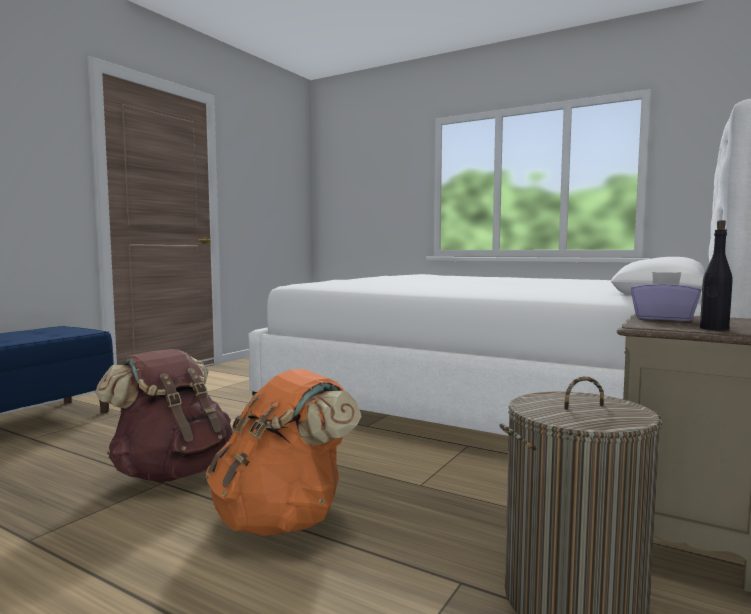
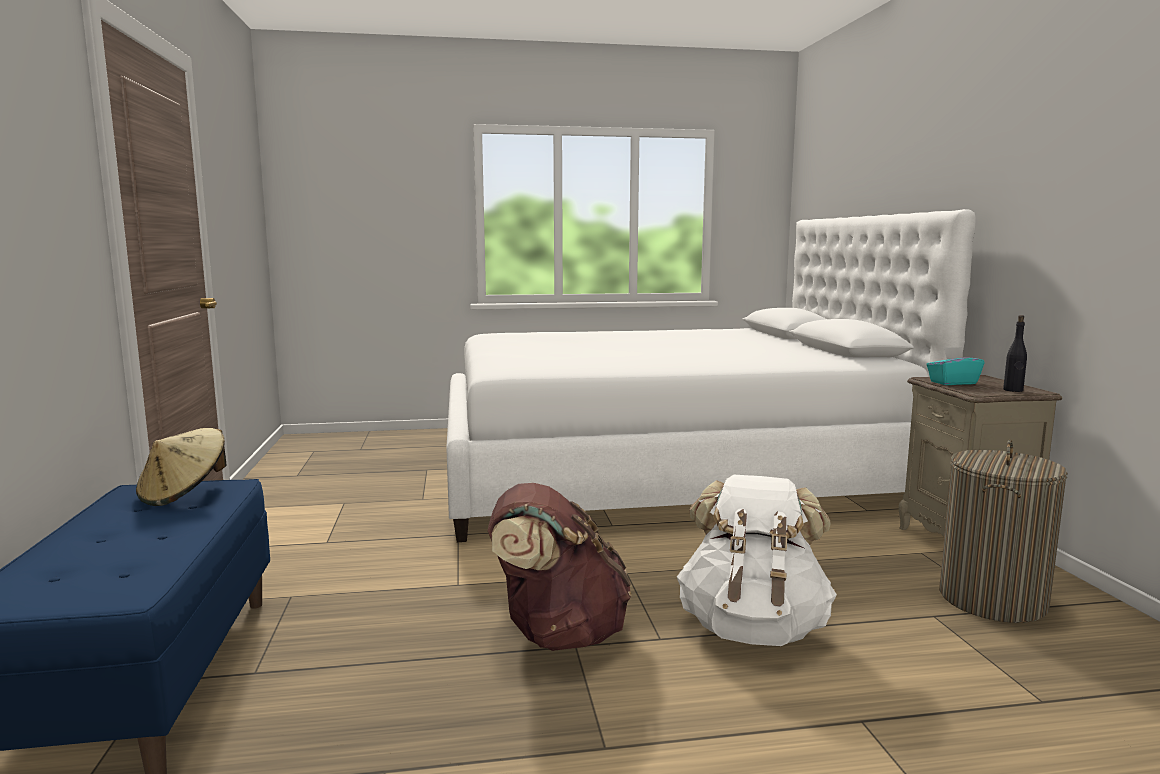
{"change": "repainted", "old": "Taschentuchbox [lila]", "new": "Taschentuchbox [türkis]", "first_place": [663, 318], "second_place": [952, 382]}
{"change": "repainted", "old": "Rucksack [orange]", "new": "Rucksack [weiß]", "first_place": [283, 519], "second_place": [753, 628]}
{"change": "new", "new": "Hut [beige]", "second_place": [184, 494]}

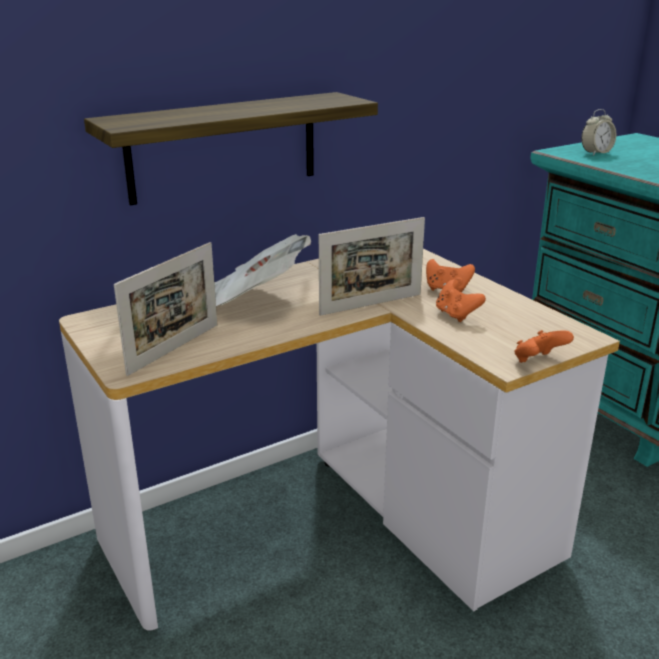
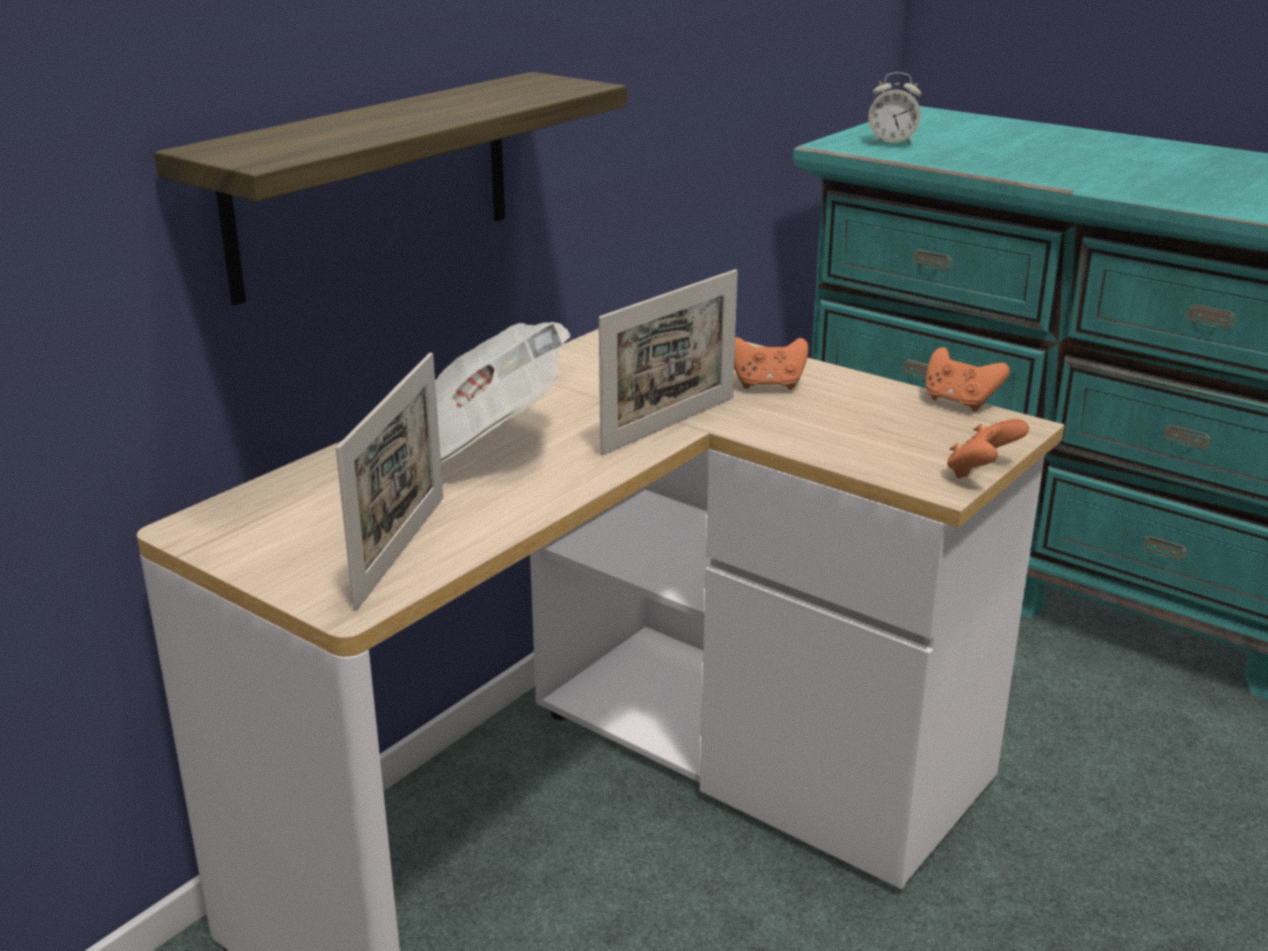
{"change": "rotated", "old": "Wecker", "first_place": [596, 153], "second_place": [892, 142], "degrees": 60}
{"change": "shifted", "old": "Gamepad [orange]", "first_place": [456, 315], "second_place": [959, 402]}

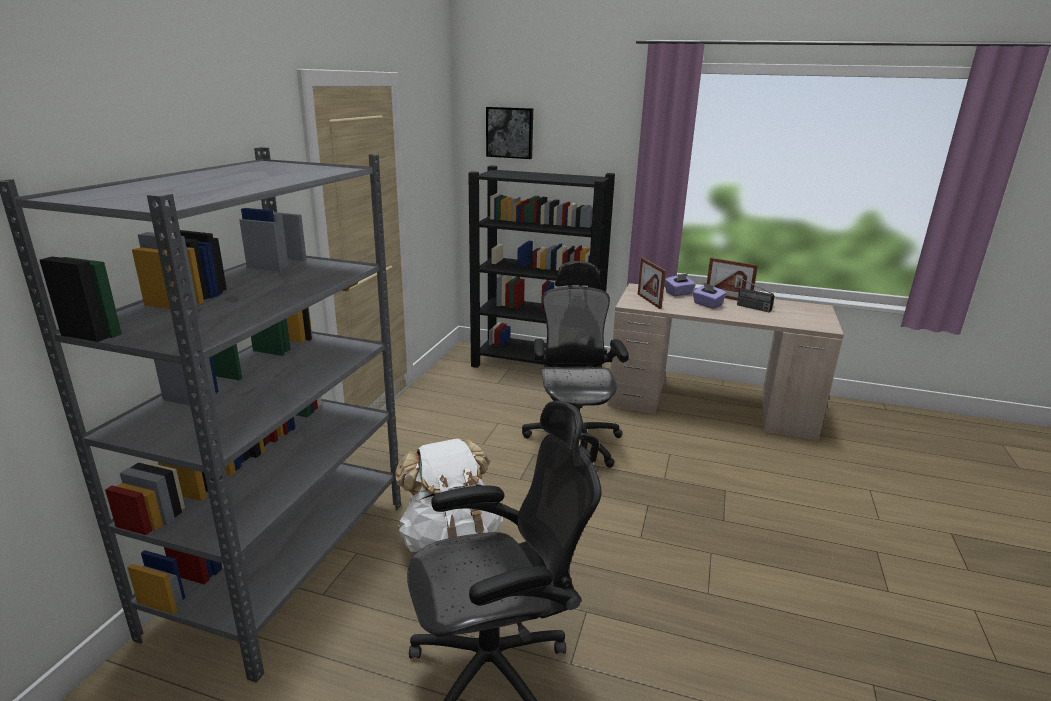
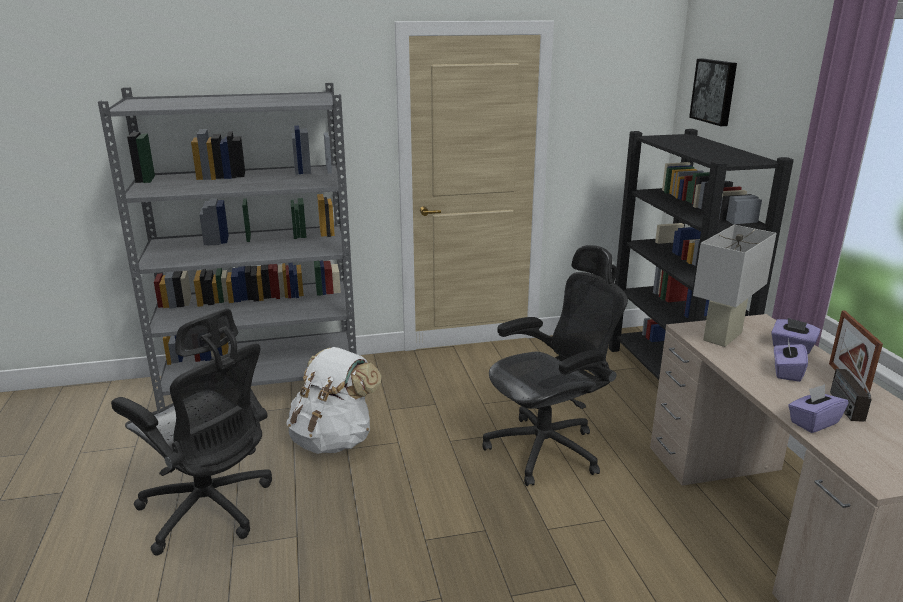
{"change": "swapped", "old": "Bilderrahmen", "new": "Tischlampe [weiß]", "first_place": [649, 301], "second_place": [722, 336]}
{"change": "new", "new": "Taschentuchbox [lila]", "second_place": [813, 422]}

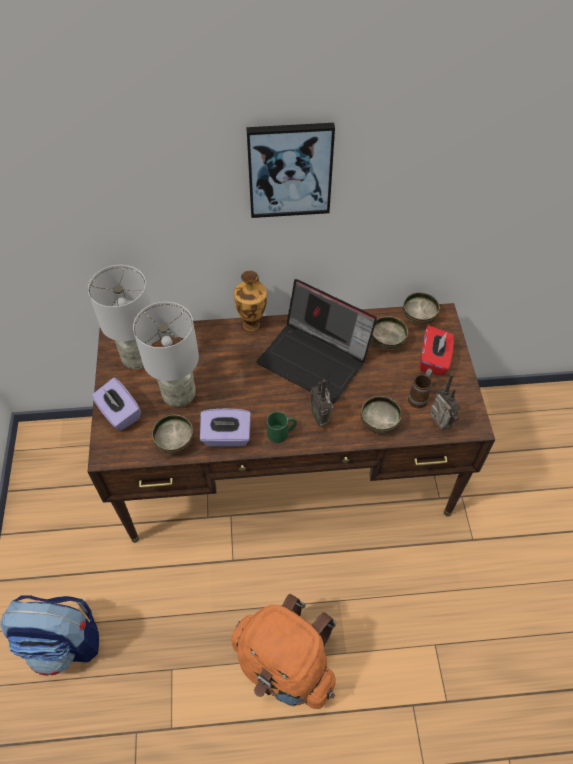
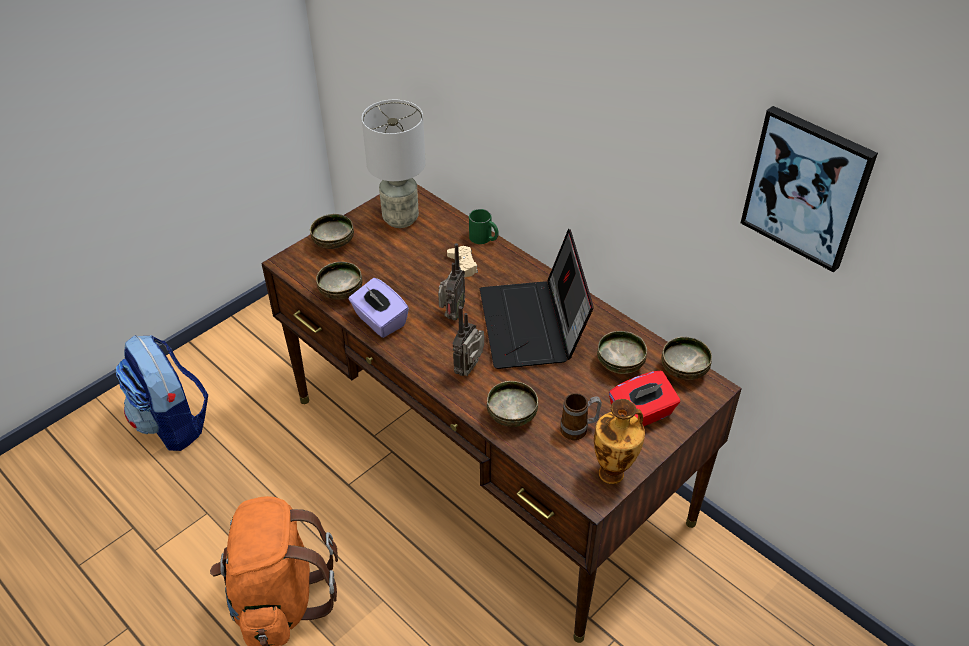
{"change": "shifted", "old": "Bild", "first_place": [290, 170], "second_place": [807, 188]}
{"change": "shifted", "old": "Vase", "first_place": [252, 324], "second_place": [613, 474]}
{"change": "gone", "old": "Tischlampe [grau]", "first_place": [179, 396]}
{"change": "shifted", "old": "Radio", "first_place": [438, 425], "second_place": [451, 315]}
{"change": "swapped", "old": "Taschentuchbox [lila]", "new": "Schüssel", "first_place": [119, 413], "second_place": [334, 244]}
{"change": "shifted", "old": "Henkelbecher [grün]", "first_place": [282, 432], "second_place": [484, 238]}
{"change": "new", "new": "Gamepad [beige]", "second_place": [462, 266]}

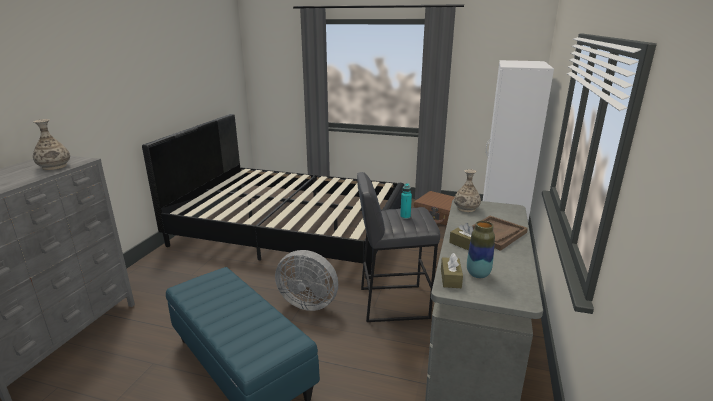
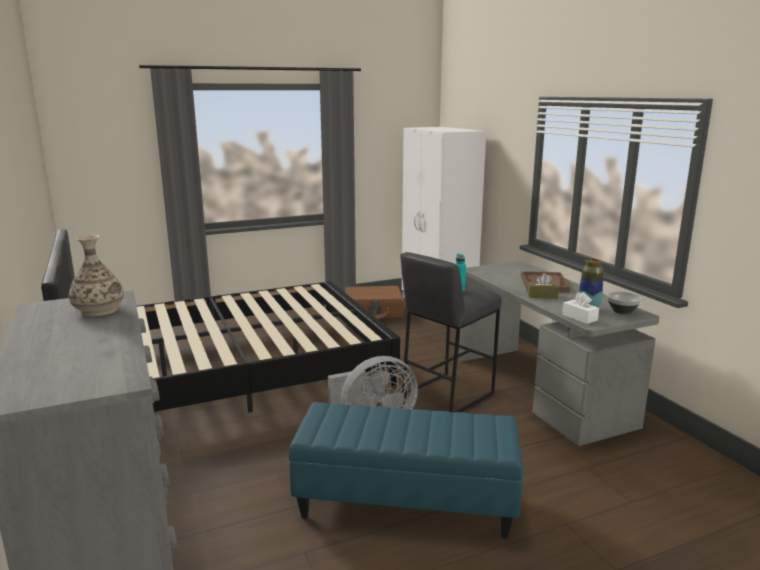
{"change": "gone", "old": "Vase", "first_place": [466, 208]}
{"change": "repainted", "old": "Taschentuchbox [braun]", "new": "Taschentuchbox [weiß]", "first_place": [450, 278], "second_place": [579, 317]}
{"change": "new", "new": "Schüssel", "second_place": [622, 311]}

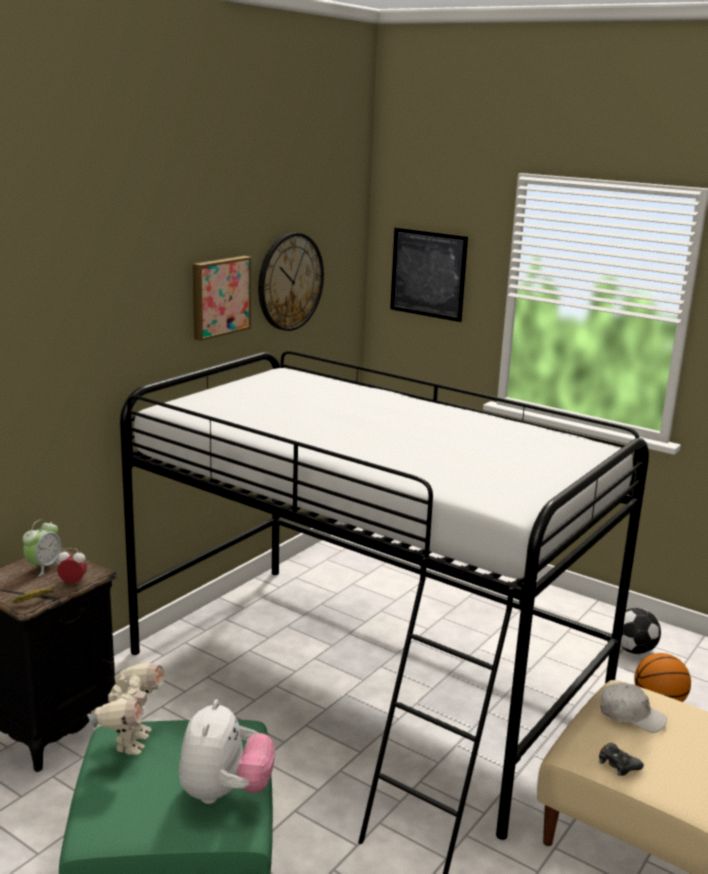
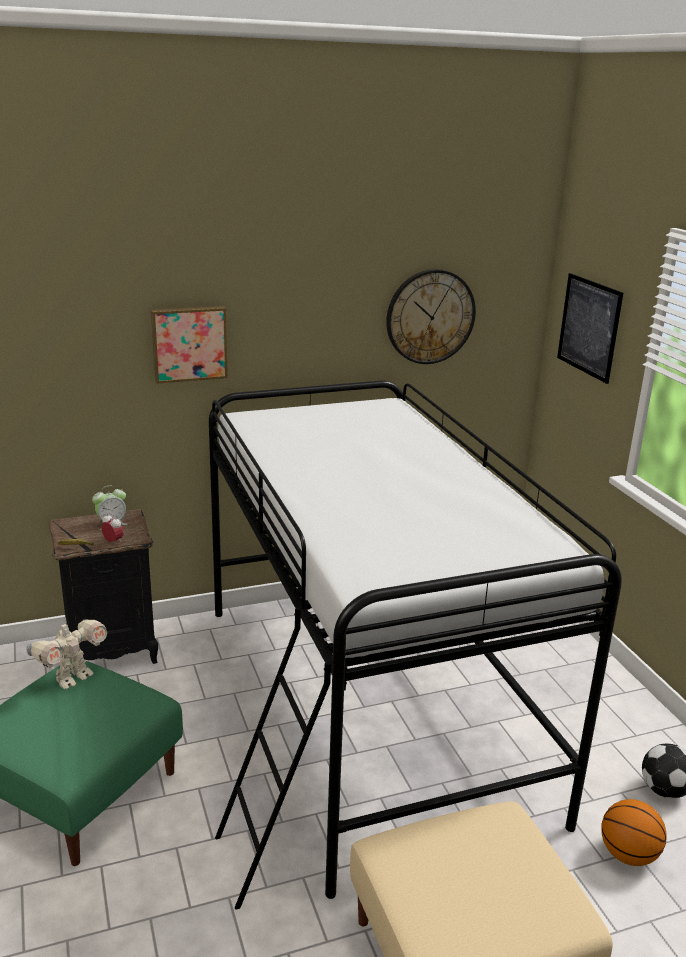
{"change": "shifted", "old": "Bild", "first_place": [219, 296], "second_place": [189, 343]}
{"change": "gone", "old": "Kappe [weiß]", "first_place": [630, 715]}
{"change": "gone", "old": "Plüschtier", "first_place": [225, 793]}
{"change": "gone", "old": "Gamepad [schwarz]", "first_place": [618, 764]}

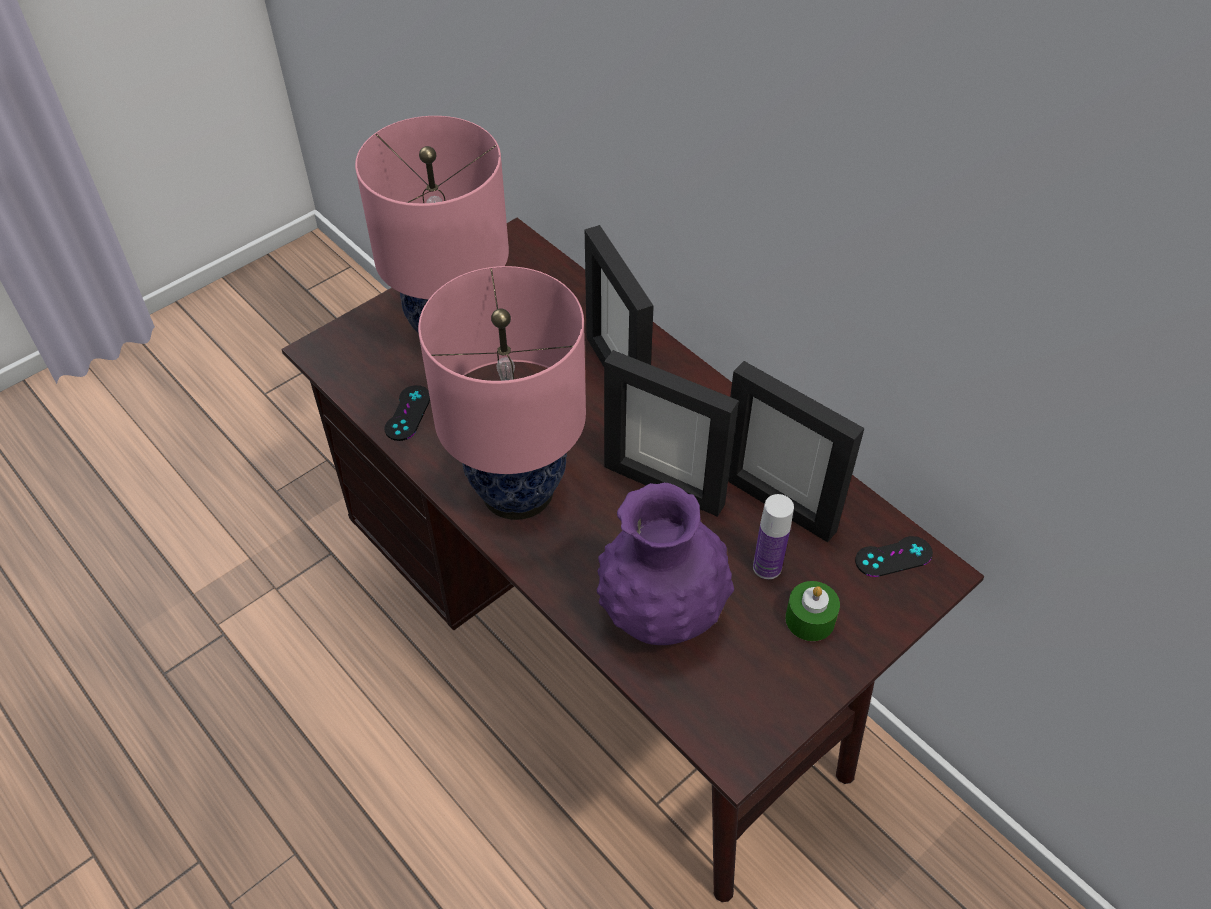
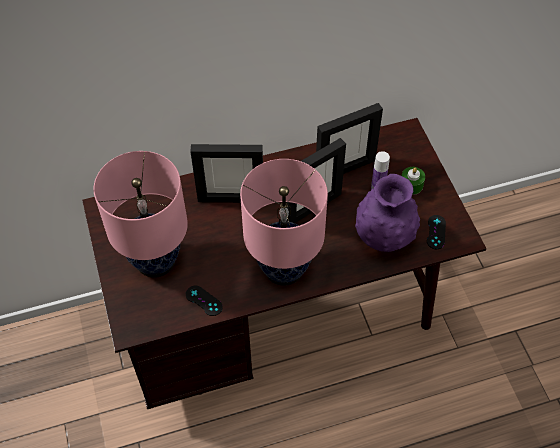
{"change": "shifted", "old": "Gamepad [schwarz]", "first_place": [893, 557], "second_place": [436, 232]}

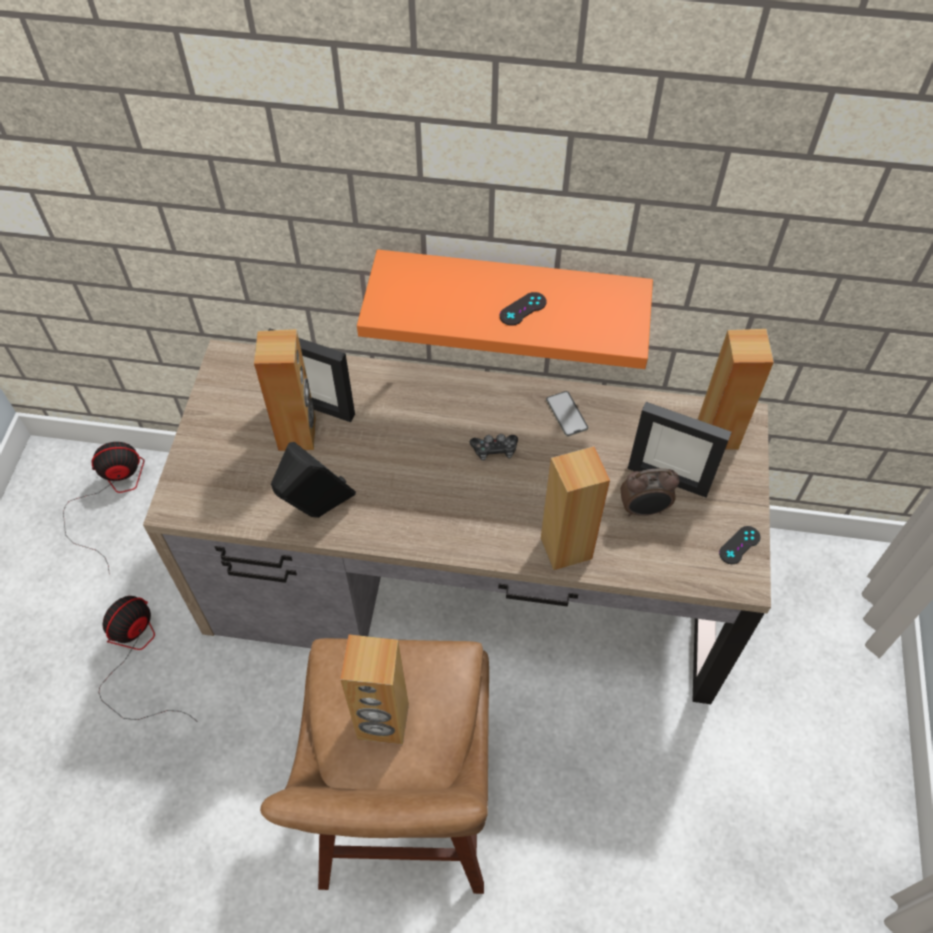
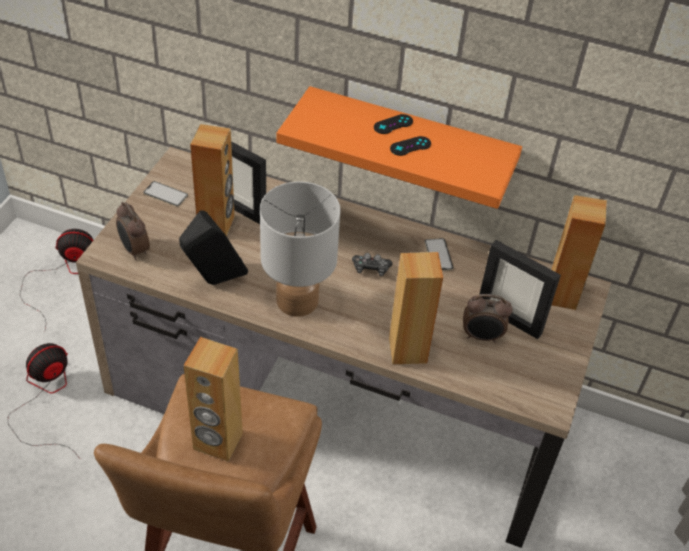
{"change": "shifted", "old": "Gamepad [schwarz]", "first_place": [739, 545], "second_place": [393, 124]}
{"change": "new", "new": "Handy", "second_place": [165, 194]}
{"change": "new", "new": "Tischlampe [grau]", "second_place": [297, 300]}
{"change": "new", "new": "Wecker", "second_place": [134, 250]}

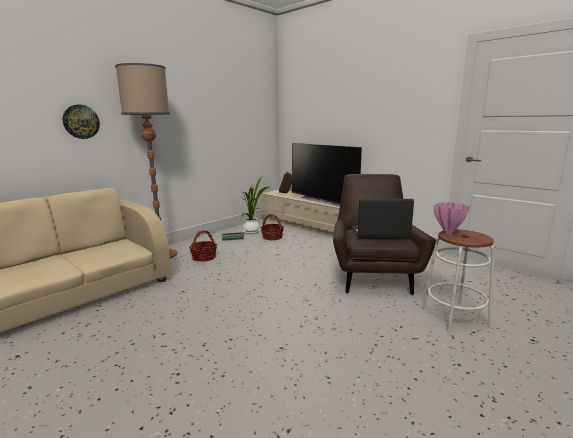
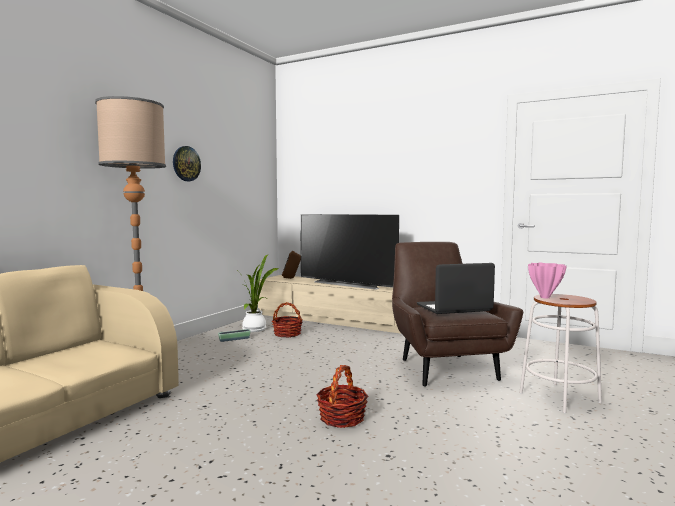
{"change": "shifted", "old": "Wanduhr", "first_place": [81, 121], "second_place": [186, 163]}
{"change": "shifted", "old": "Korb", "first_place": [204, 257], "second_place": [342, 418]}

